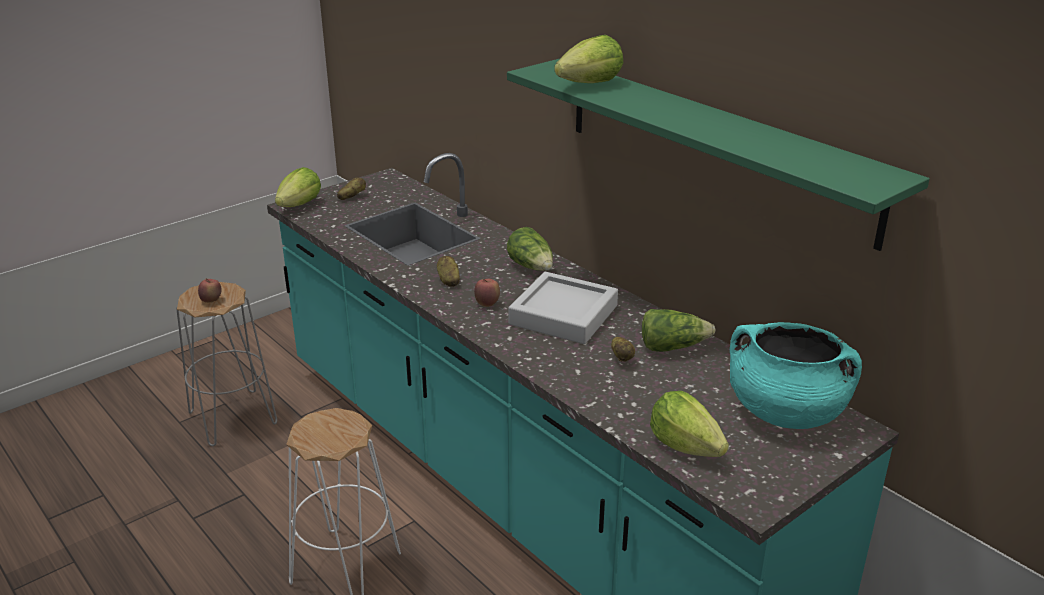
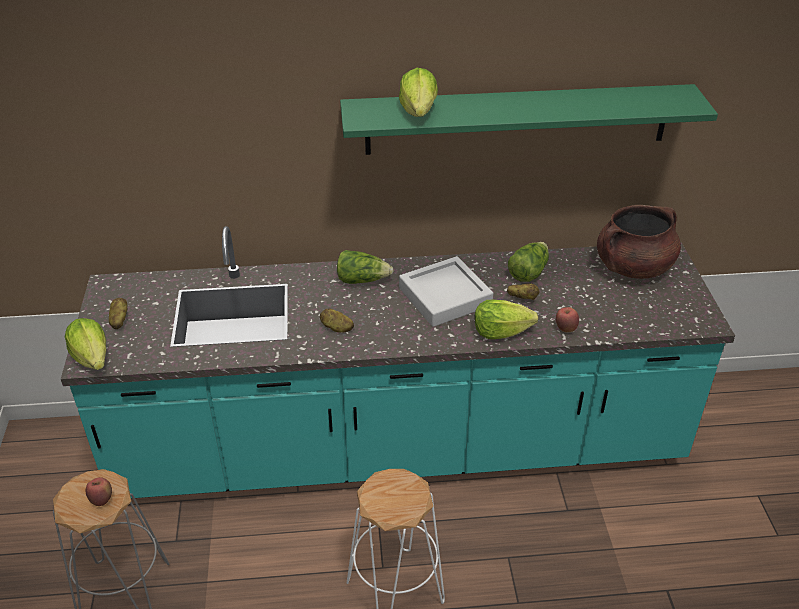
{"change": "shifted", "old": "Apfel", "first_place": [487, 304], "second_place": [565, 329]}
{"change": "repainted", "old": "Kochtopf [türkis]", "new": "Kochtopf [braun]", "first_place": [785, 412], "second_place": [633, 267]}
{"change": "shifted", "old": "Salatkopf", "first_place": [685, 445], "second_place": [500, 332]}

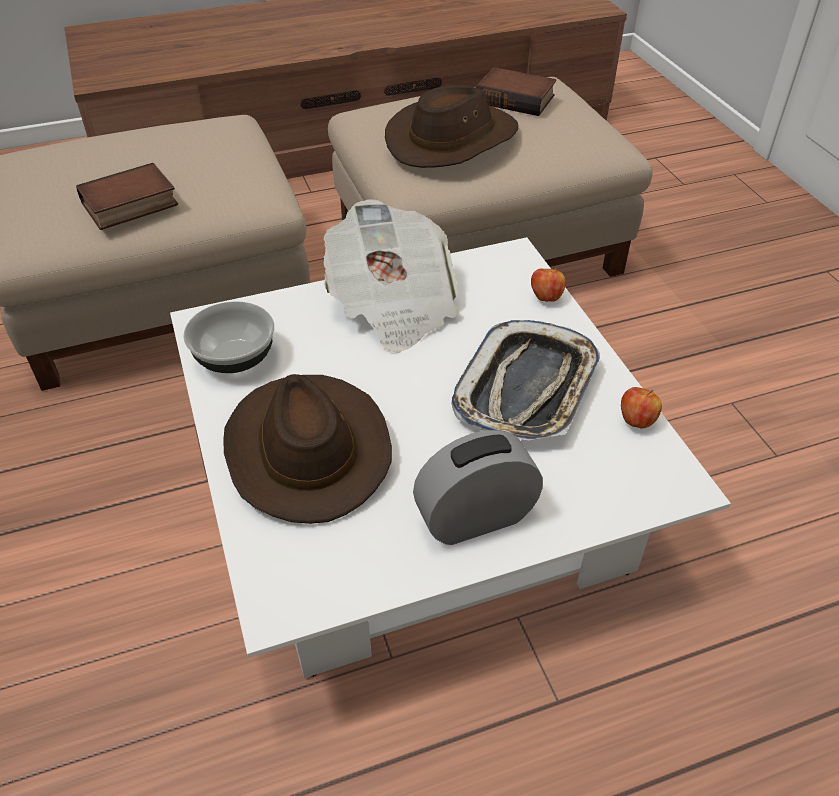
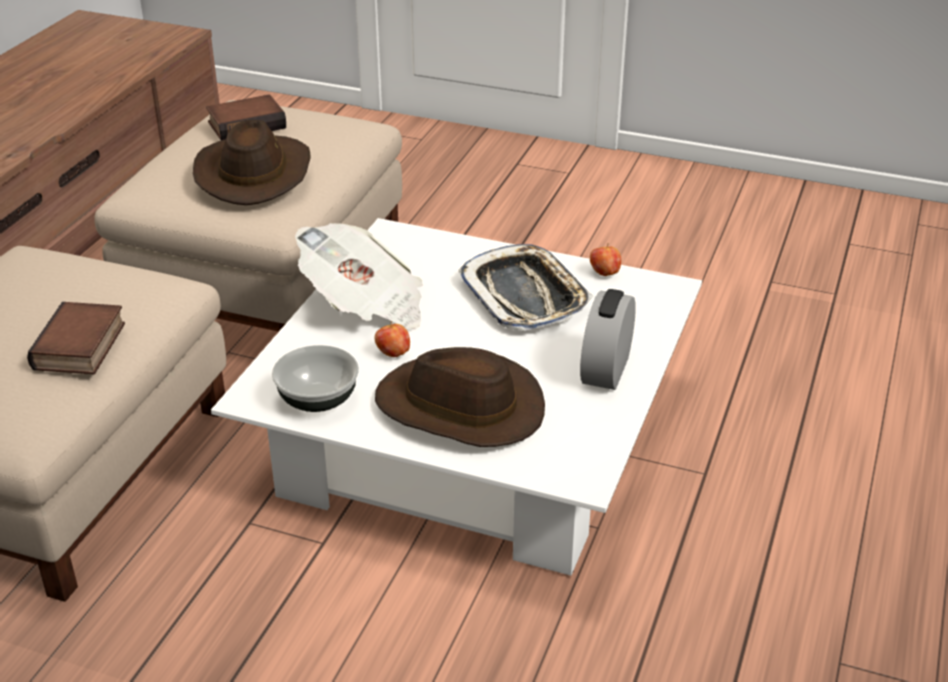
{"change": "shifted", "old": "Apfel", "first_place": [545, 298], "second_place": [393, 354]}

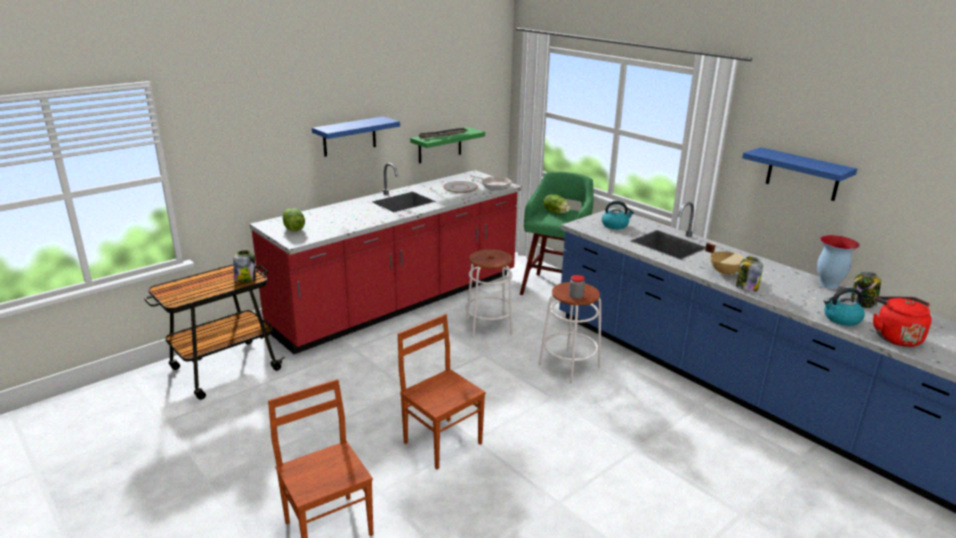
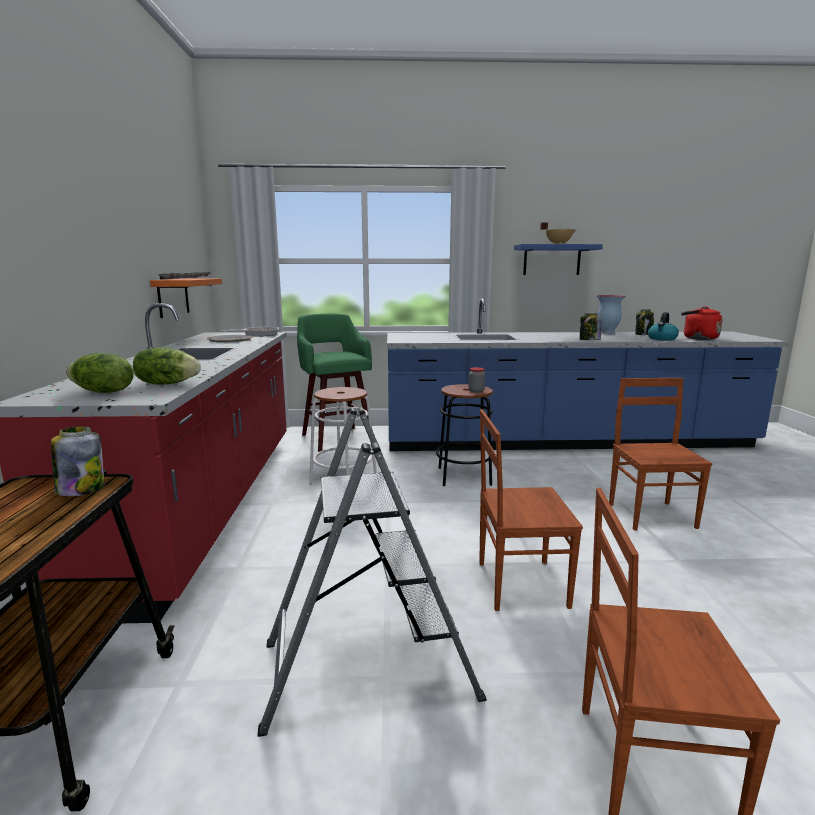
{"change": "gone", "old": "Wandregal [blau]", "first_place": [349, 136]}
{"change": "repainted", "old": "Wandregal [grün]", "new": "Wandregal [orange]", "first_place": [440, 145], "second_place": [173, 297]}
{"change": "shifted", "old": "Salatkopf", "first_place": [555, 212], "second_place": [167, 384]}
{"change": "gone", "old": "Wasserkessel", "first_place": [615, 225]}
{"change": "shifted", "old": "Kochtopf [beige]", "first_place": [725, 272], "second_place": [558, 244]}
{"change": "repainted", "old": "Hocker [weiß]", "new": "Hocker [schwarz]", "first_place": [569, 365], "second_place": [464, 476]}
{"change": "new", "new": "Stuhl [braun]", "second_place": [652, 515]}
{"change": "new", "new": "Trittleiter [grau]", "second_place": [365, 668]}

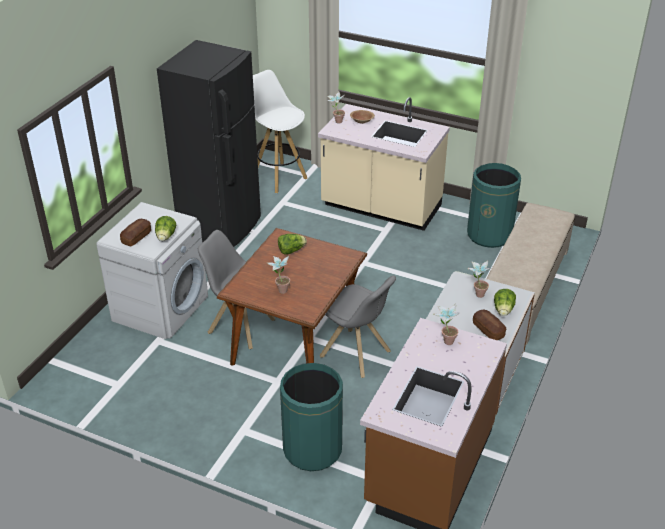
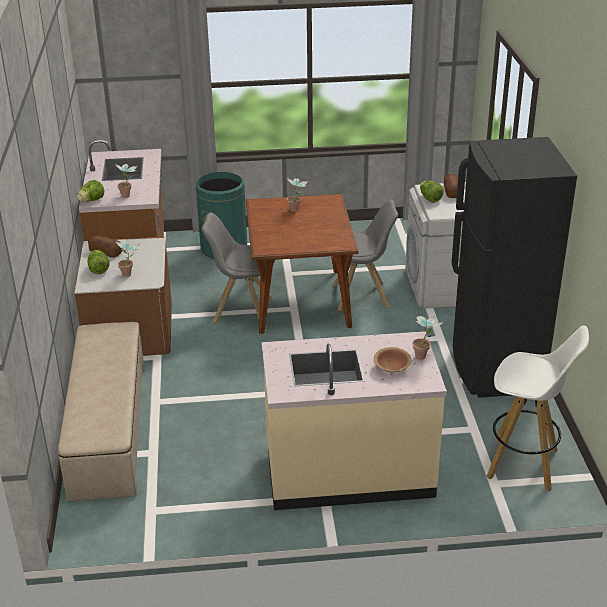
{"change": "gone", "old": "Mülleimer [grün]", "first_place": [489, 235]}
{"change": "shifted", "old": "Salatkopf", "first_place": [291, 250], "second_place": [91, 200]}

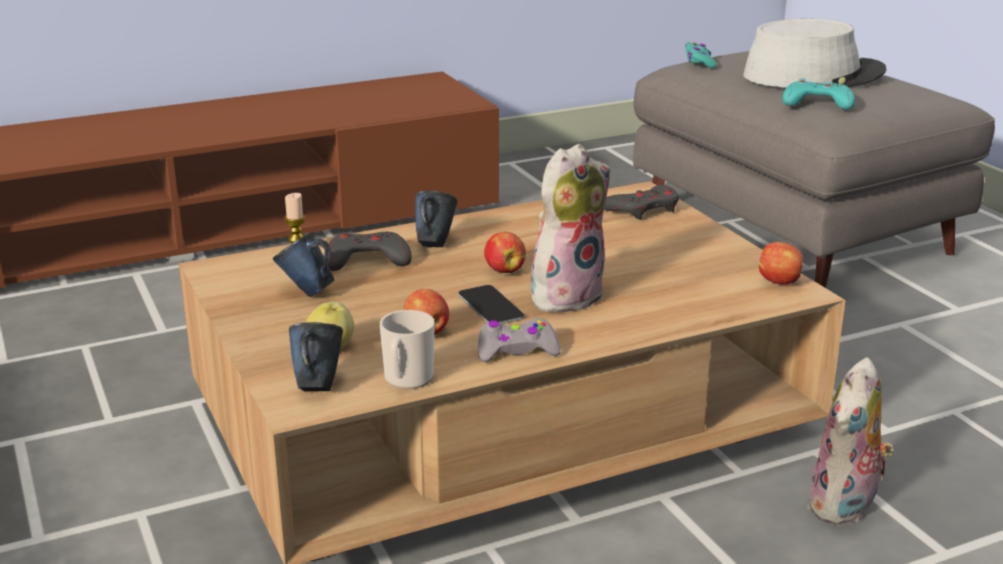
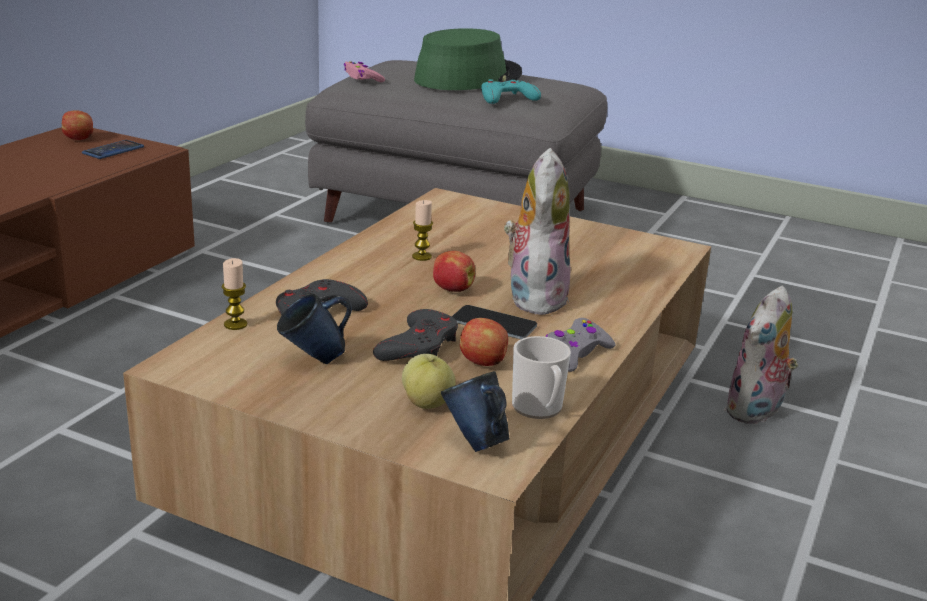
{"change": "repainted", "old": "Hut [grau]", "new": "Hut [grün]", "first_place": [813, 75], "second_place": [468, 77]}
{"change": "repainted", "old": "Gamepad [türkis]", "new": "Gamepad [rosa]", "first_place": [699, 62], "second_place": [362, 78]}
{"change": "shifted", "old": "Gamepad [grau]", "first_place": [643, 209], "second_place": [419, 346]}
{"change": "gone", "old": "Henkelbecher [blau]", "first_place": [433, 243]}
{"change": "shifted", "old": "Apfel", "first_place": [780, 282], "second_place": [79, 139]}
{"change": "rotated", "old": "Plüschtier", "first_place": [845, 508], "second_place": [756, 412], "degrees": 45}
{"change": "new", "new": "Handy", "second_place": [113, 150]}
{"change": "new", "new": "Kerze", "second_place": [421, 257]}

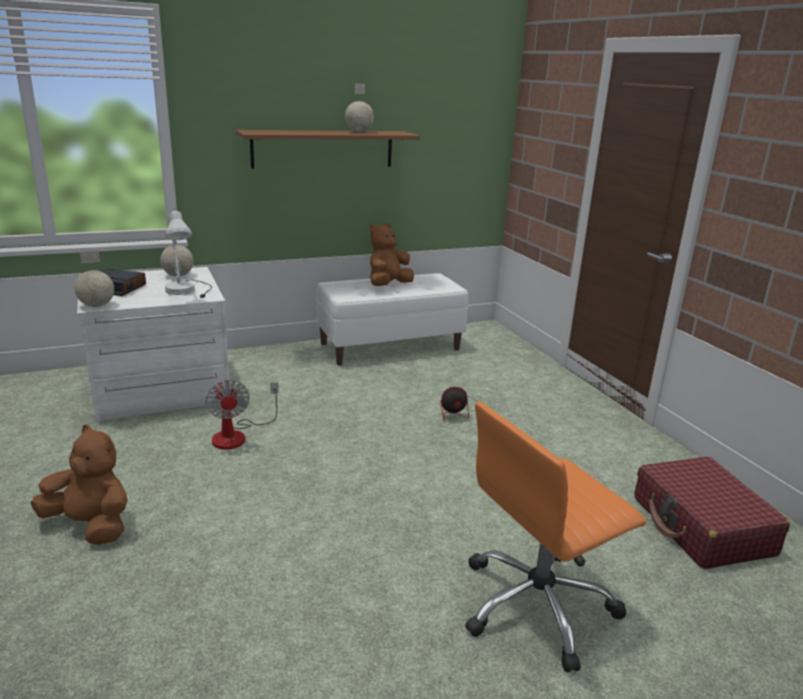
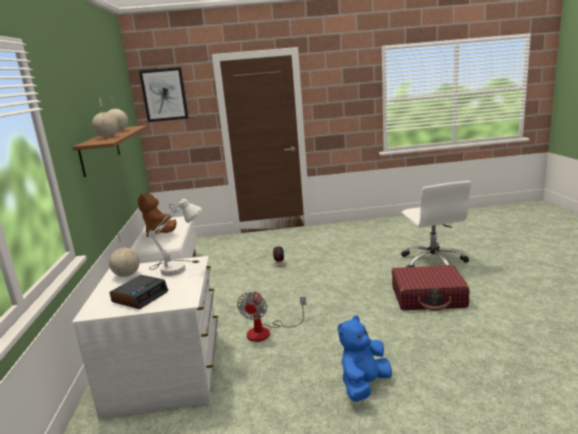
{"change": "shifted", "old": "Globus", "first_place": [97, 306], "second_place": [108, 137]}
{"change": "rotated", "old": "Ventilator", "first_place": [237, 435], "second_place": [266, 332], "degrees": 105}
{"change": "repainted", "old": "Bürostuhl [orange]", "new": "Bürostuhl [weiß]", "first_place": [536, 606], "second_place": [433, 262]}
{"change": "repainted", "old": "Plüschtier [braun]", "new": "Plüschtier [blau]", "first_place": [91, 525], "second_place": [364, 385]}
{"change": "shifted", "old": "Koffer [rot]", "first_place": [701, 526], "second_place": [428, 297]}
{"change": "new", "new": "Bild", "second_place": [164, 95]}

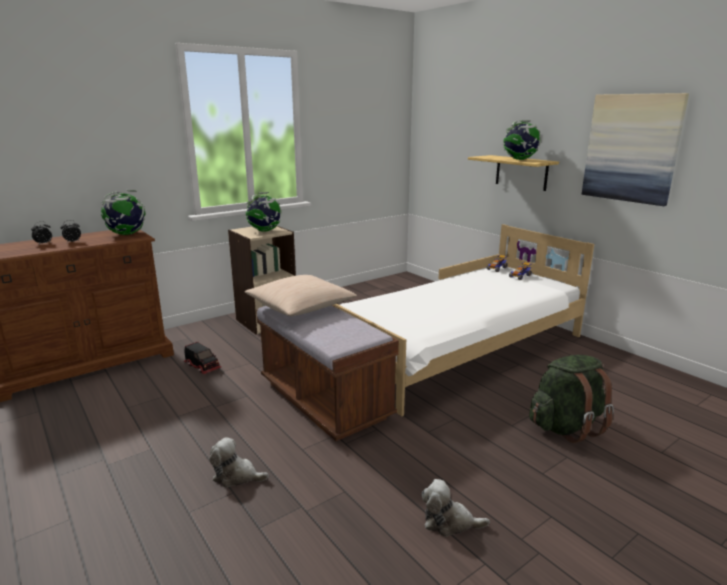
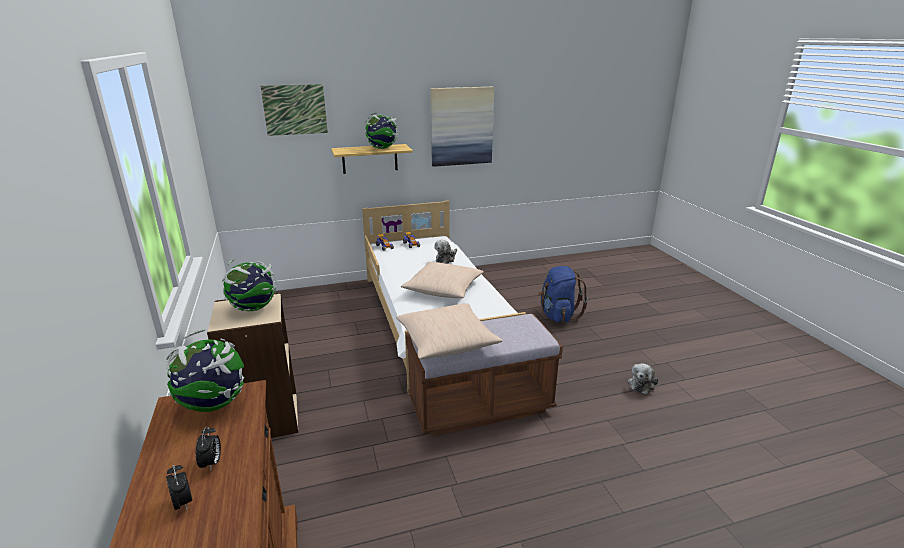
{"change": "gone", "old": "Spielzeuglaster", "first_place": [203, 366]}
{"change": "repainted", "old": "Rucksack [grün]", "new": "Rucksack [blau]", "first_place": [566, 427], "second_place": [558, 315]}
{"change": "shifted", "old": "Plüschtier", "first_place": [236, 476], "second_place": [446, 259]}
{"change": "new", "new": "Bild", "second_place": [295, 109]}
{"change": "new", "new": "Kissen [beige]", "second_place": [443, 289]}

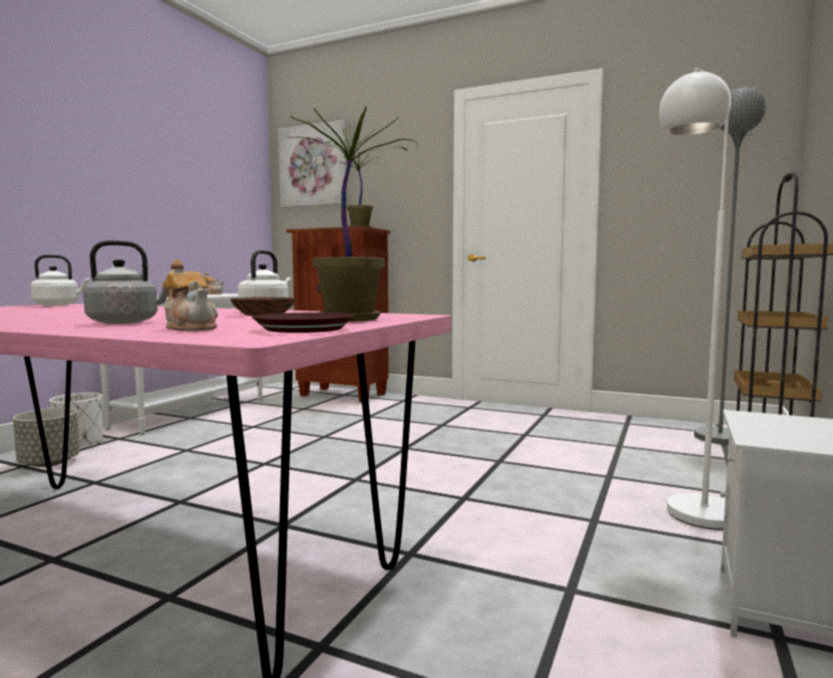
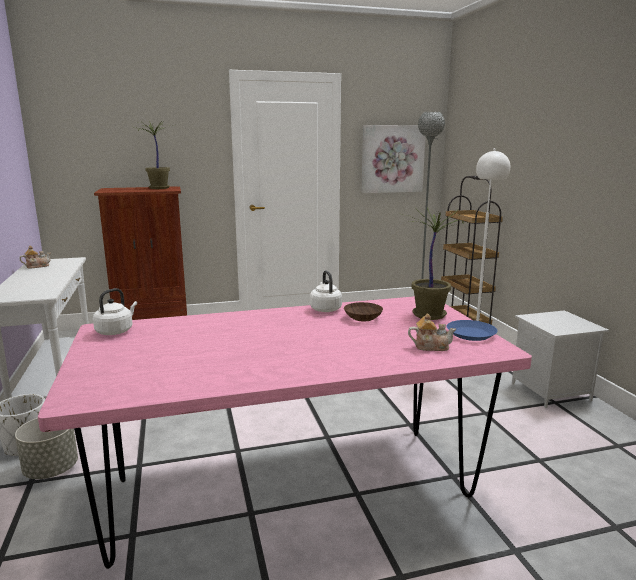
{"change": "shifted", "old": "Bild", "first_place": [314, 166], "second_place": [392, 159]}
{"change": "gone", "old": "Wasserkessel [grau]", "first_place": [127, 322]}
{"change": "repainted", "old": "Teller [braun]", "new": "Teller [blau]", "first_place": [304, 329], "second_place": [470, 334]}

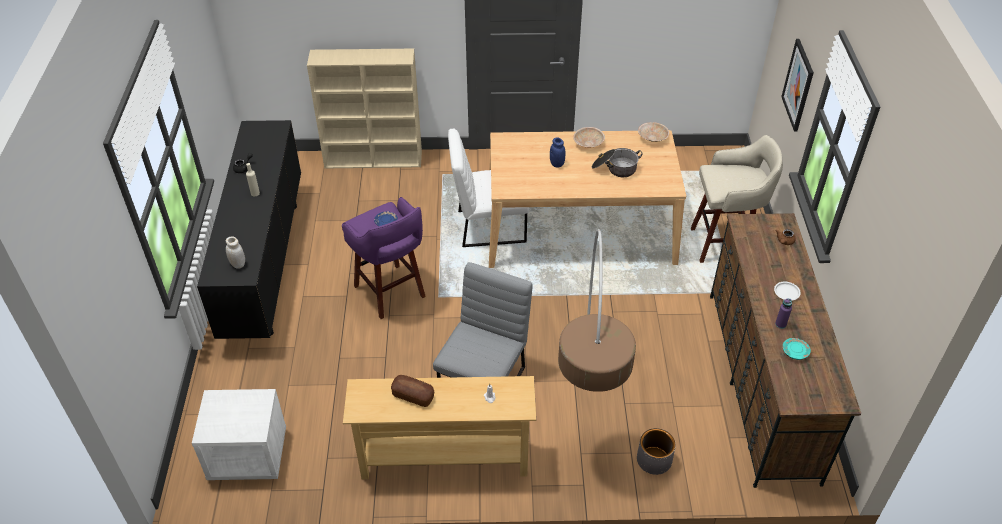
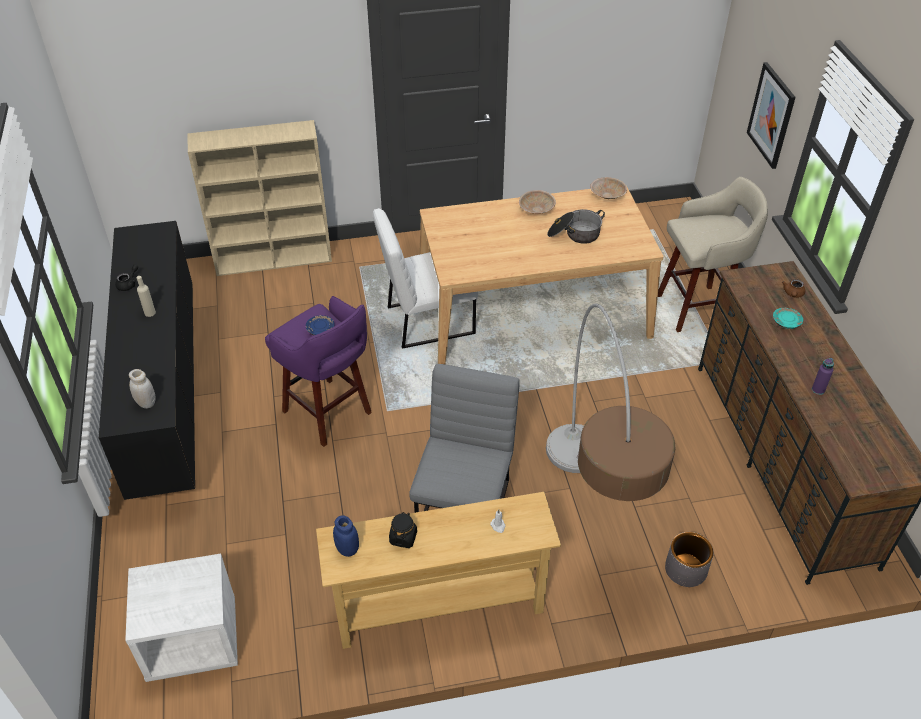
{"change": "shifted", "old": "Vorratsglas [blau]", "first_place": [557, 164], "second_place": [347, 549]}
{"change": "gone", "old": "Teller [weiß]", "first_place": [786, 292]}
{"change": "shifted", "old": "Teller [türkis]", "first_place": [795, 352], "second_place": [786, 322]}
{"change": "swapped", "old": "Brot", "new": "Vorratsglas [schwarz]", "first_place": [413, 395], "second_place": [403, 537]}

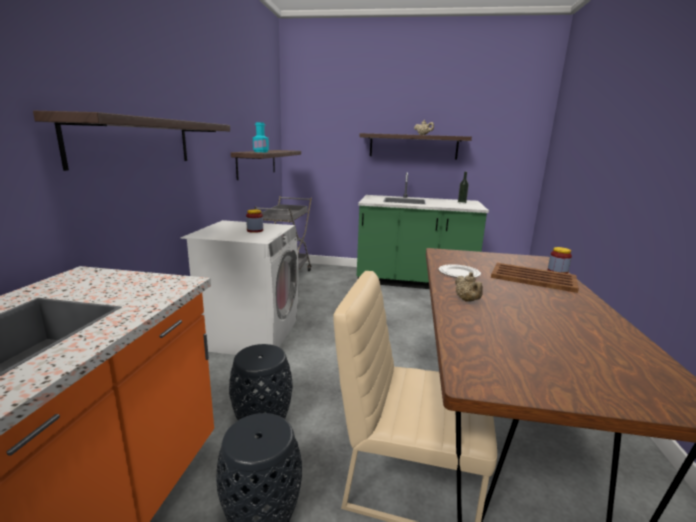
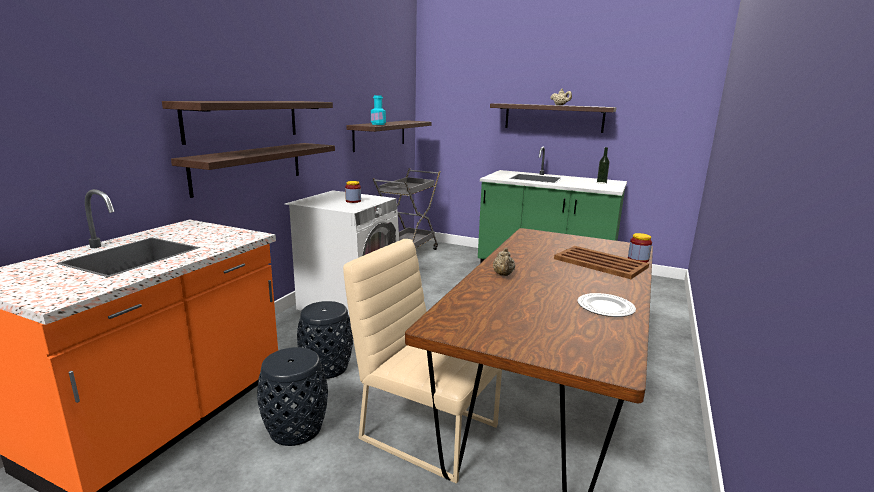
{"change": "shifted", "old": "Teller", "first_place": [459, 273], "second_place": [606, 307]}
{"change": "new", "new": "Wandregal", "second_place": [249, 167]}

